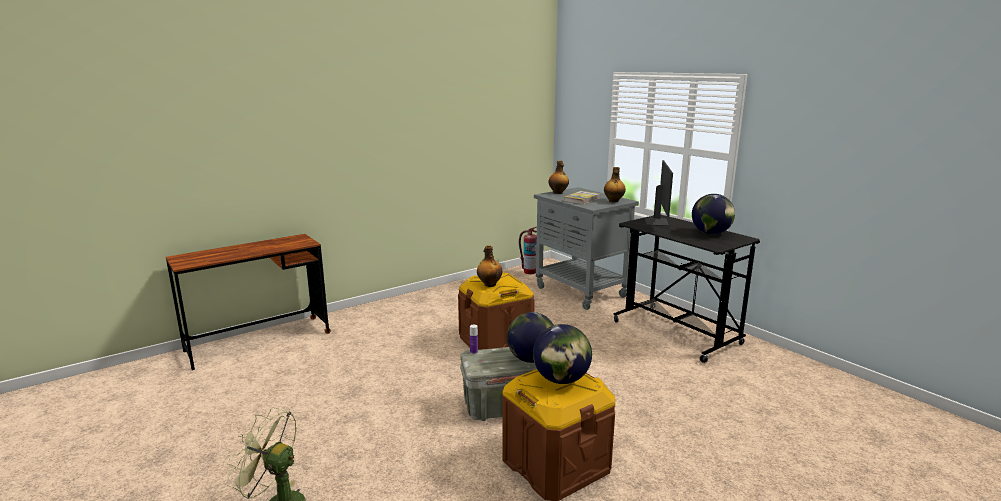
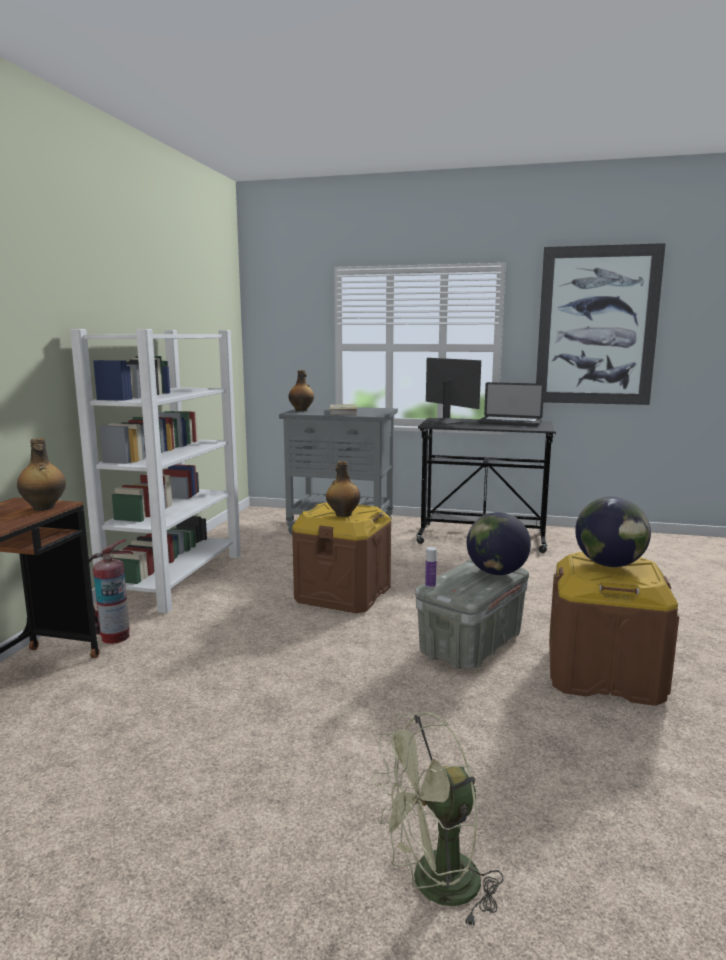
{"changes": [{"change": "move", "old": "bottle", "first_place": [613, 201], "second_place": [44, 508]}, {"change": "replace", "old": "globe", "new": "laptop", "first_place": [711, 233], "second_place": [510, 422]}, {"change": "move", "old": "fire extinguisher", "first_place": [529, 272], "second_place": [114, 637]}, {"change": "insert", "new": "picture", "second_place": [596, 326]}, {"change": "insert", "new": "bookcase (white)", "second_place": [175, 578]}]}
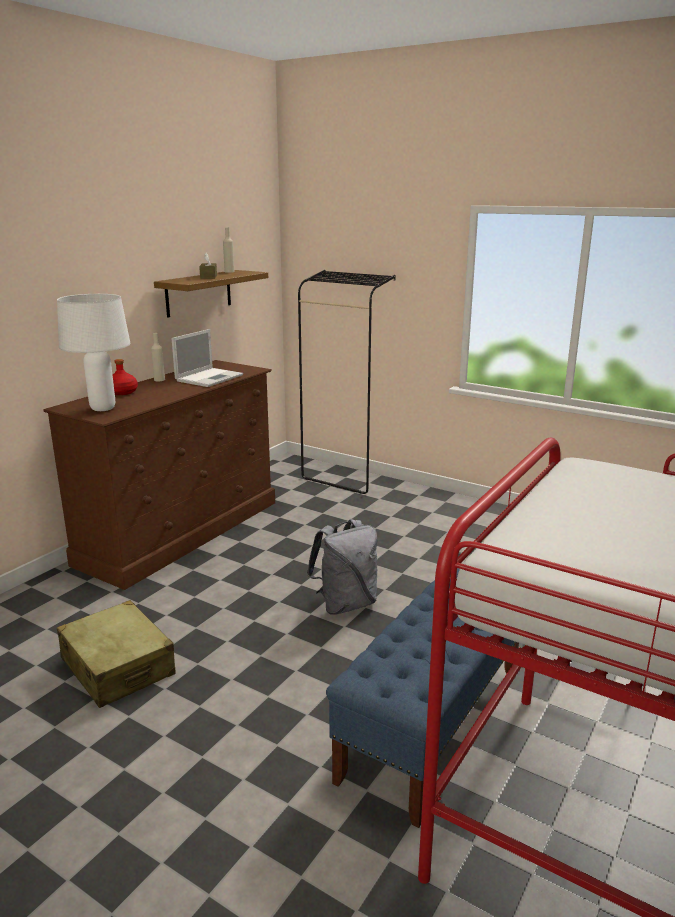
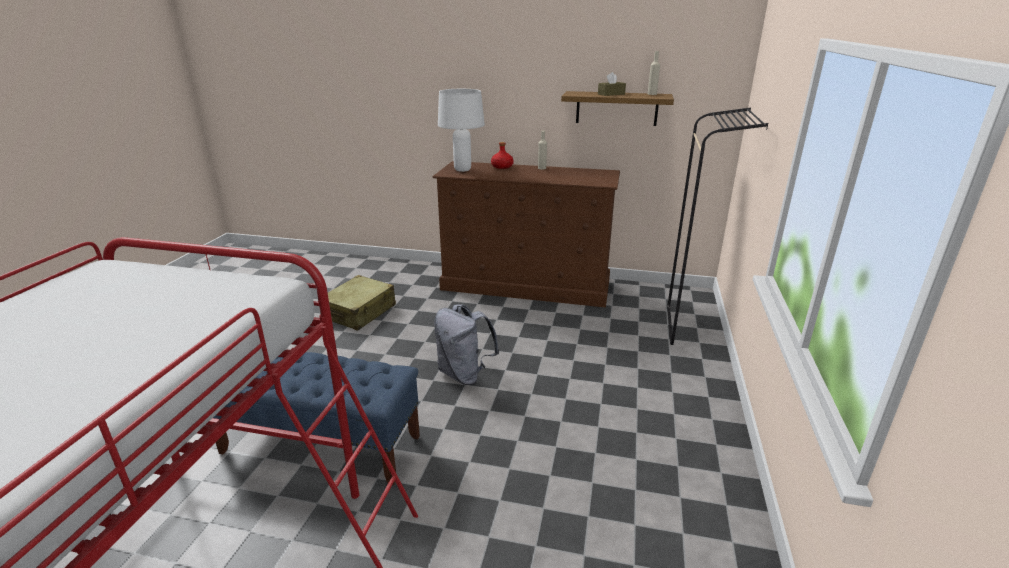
{"changes": [{"change": "delete", "old": "laptop", "first_place": [210, 377]}]}
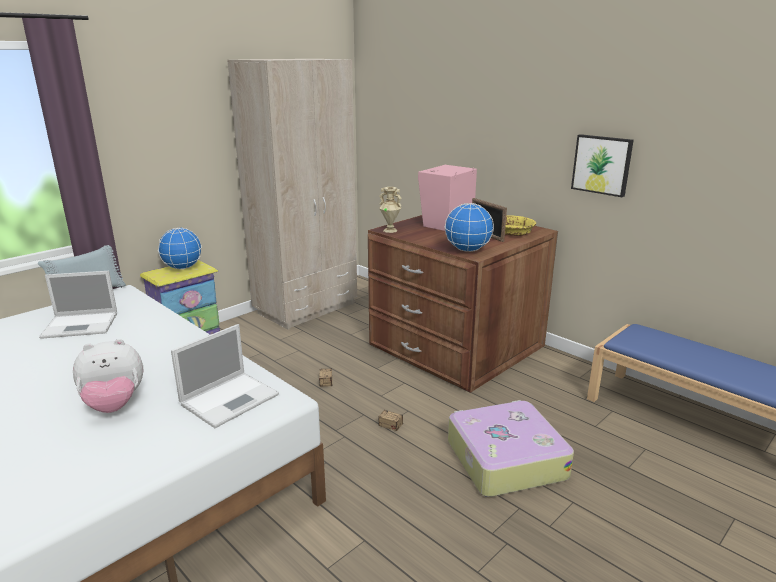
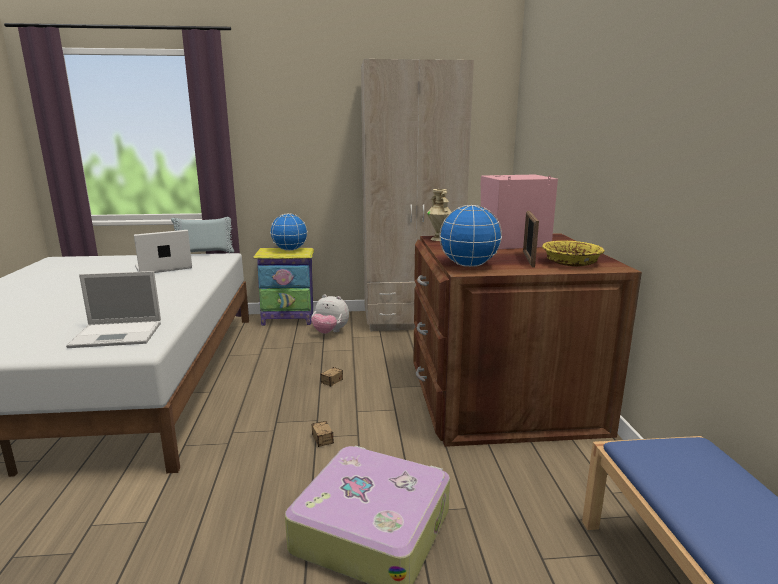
{"changes": [{"change": "delete", "old": "picture", "first_place": [602, 165]}, {"change": "rotate", "old": "laptop", "first_place": [82, 325], "second_place": [162, 267], "degrees": 120}, {"change": "move", "old": "plush toy", "first_place": [114, 405], "second_place": [330, 332]}]}
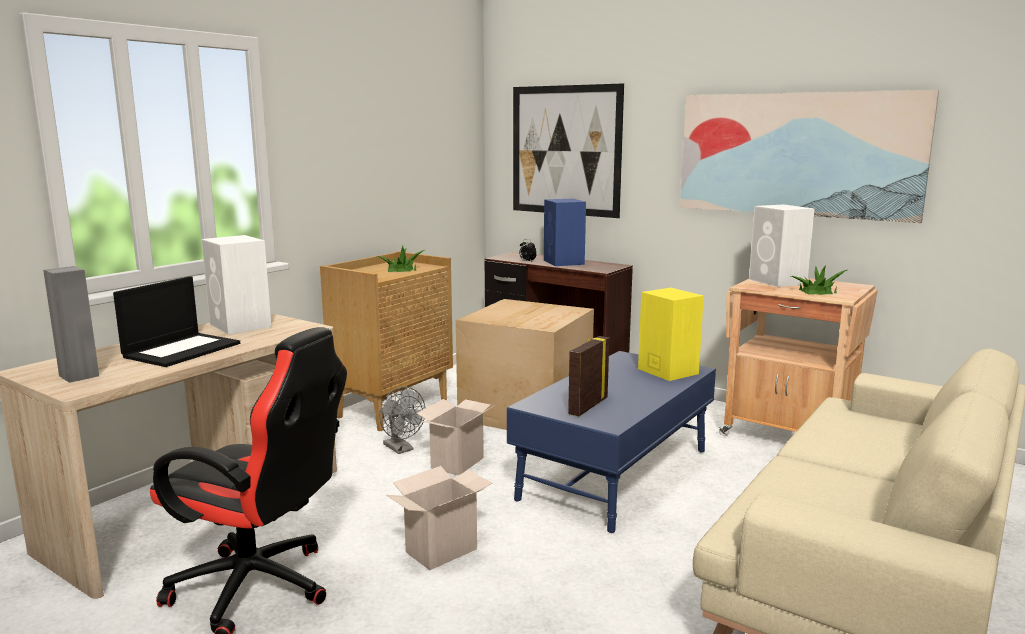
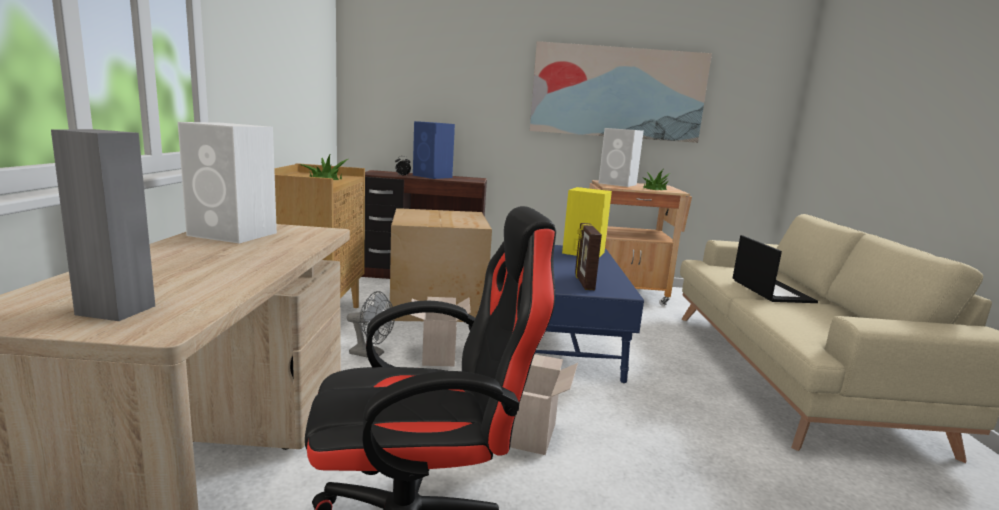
{"changes": [{"change": "delete", "old": "picture", "first_place": [565, 150]}, {"change": "move", "old": "laptop", "first_place": [182, 350], "second_place": [770, 291]}]}
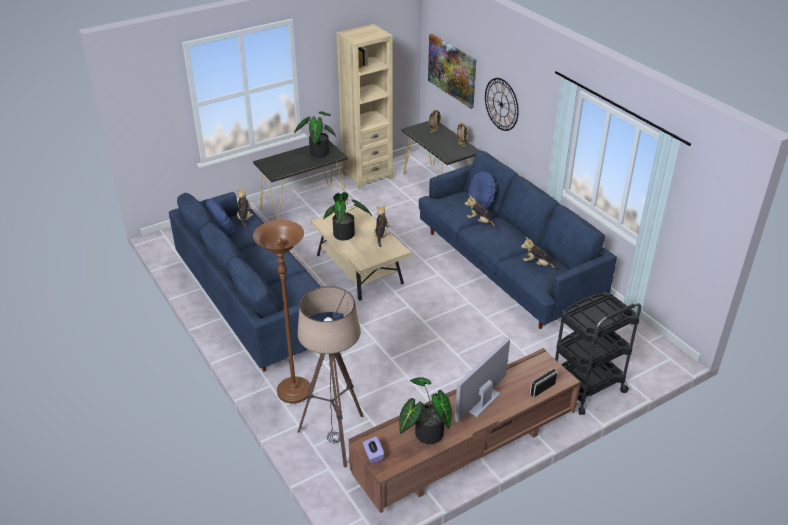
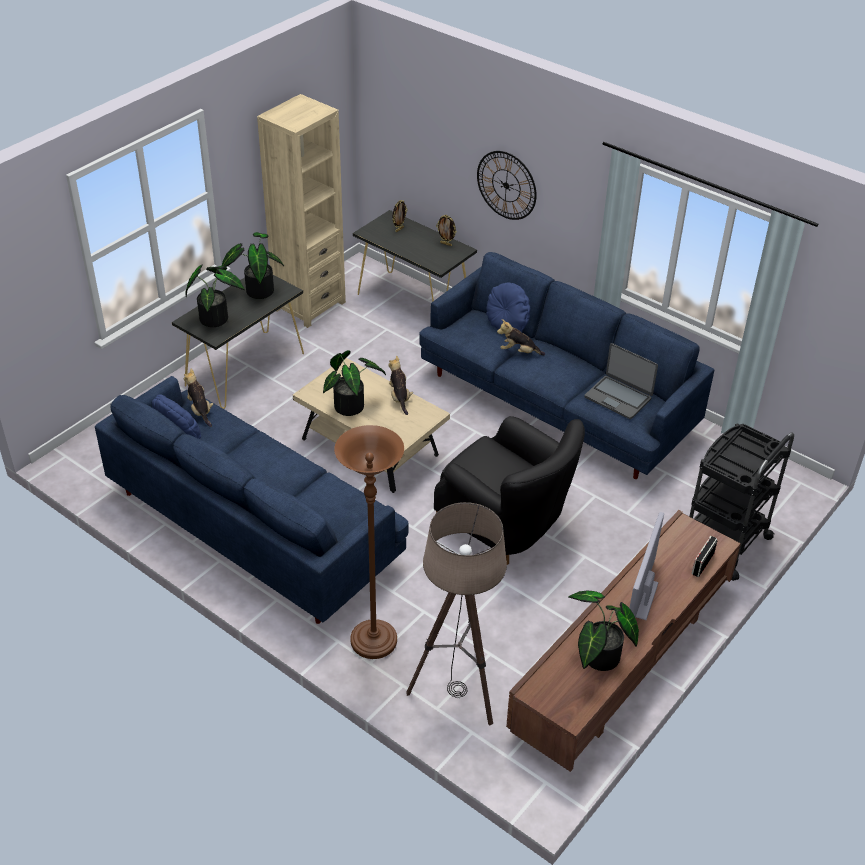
{"changes": [{"change": "delete", "old": "picture", "first_place": [452, 70]}, {"change": "replace", "old": "plush toy", "new": "laptop", "first_place": [537, 264], "second_place": [618, 397]}, {"change": "delete", "old": "tissue box (purple)", "first_place": [373, 455]}, {"change": "insert", "new": "potted plant", "second_place": [216, 317]}, {"change": "insert", "new": "armchair (black)", "second_place": [505, 524]}]}
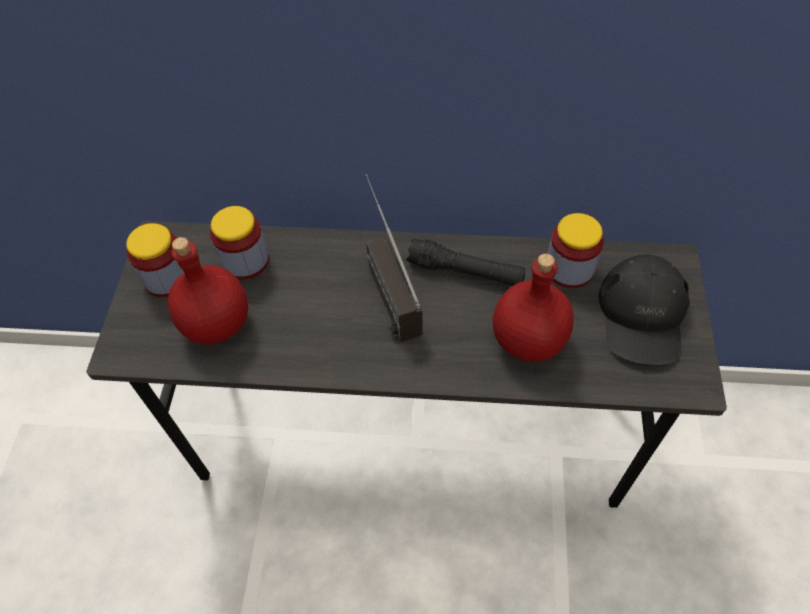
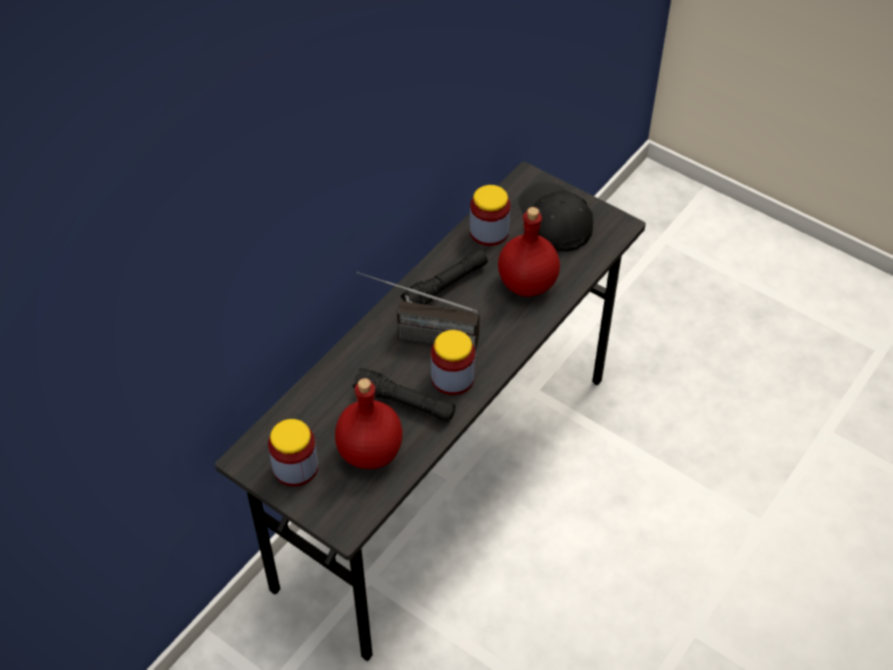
{"changes": [{"change": "move", "old": "jar", "first_place": [245, 261], "second_place": [452, 378]}, {"change": "rotate", "old": "cap (black)", "first_place": [642, 315], "second_place": [554, 218], "degrees": -150}, {"change": "insert", "new": "flashlight (black)", "second_place": [405, 402]}]}
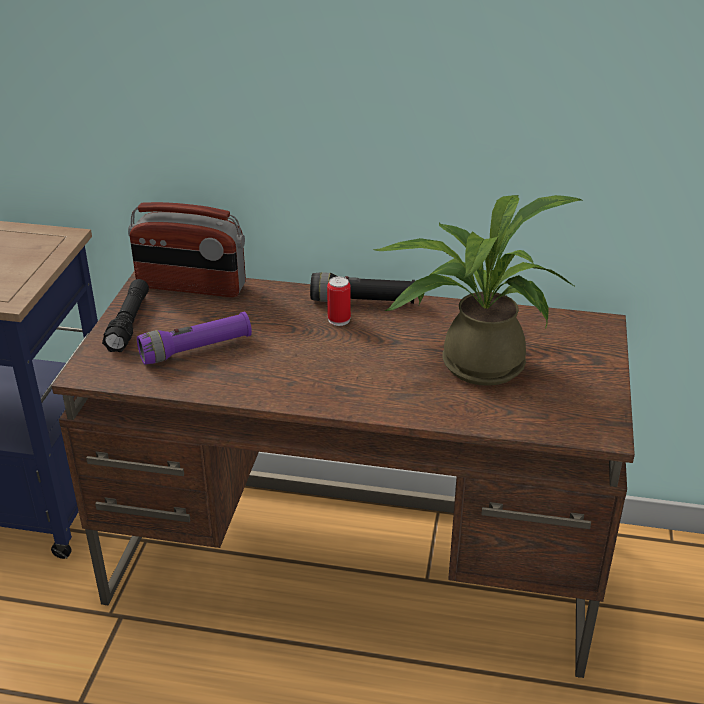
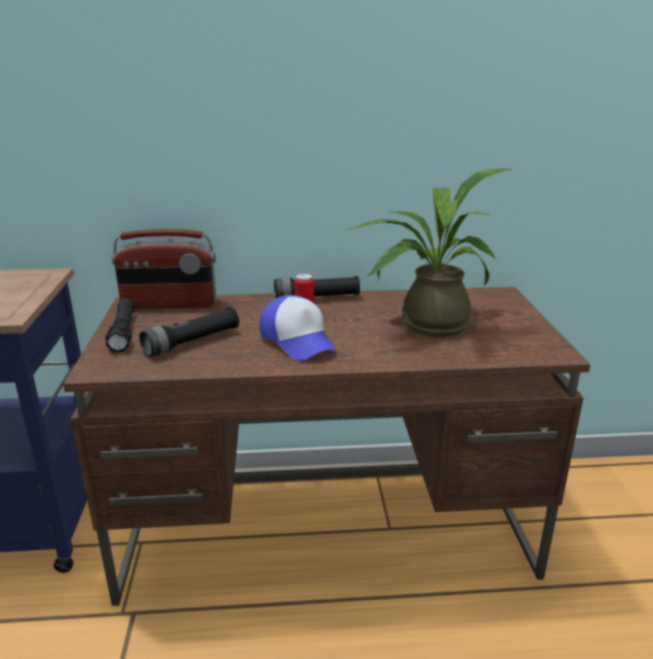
{"changes": [{"change": "recolor", "old": "flashlight (purple)", "new": "flashlight (black)", "first_place": [196, 349], "second_place": [192, 342]}, {"change": "insert", "new": "cap", "second_place": [298, 340]}]}
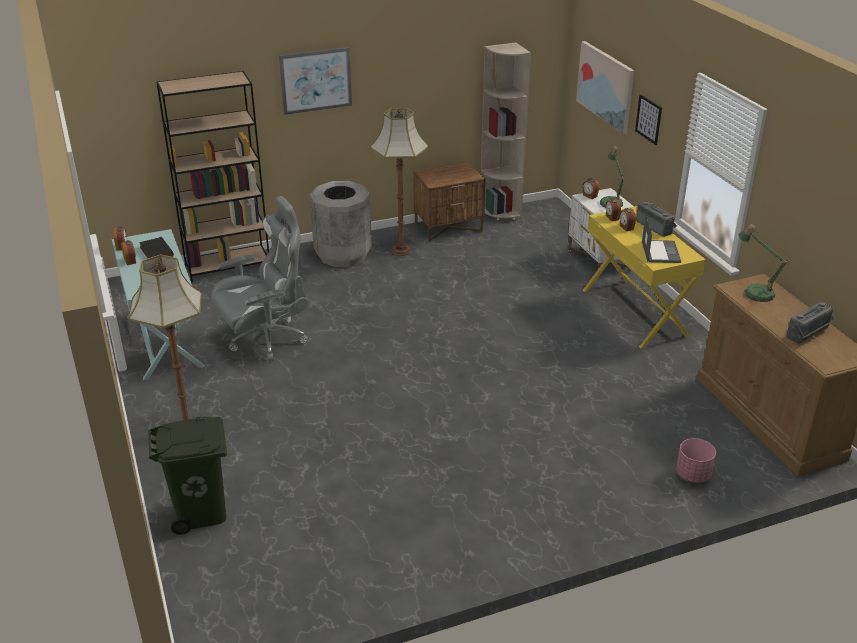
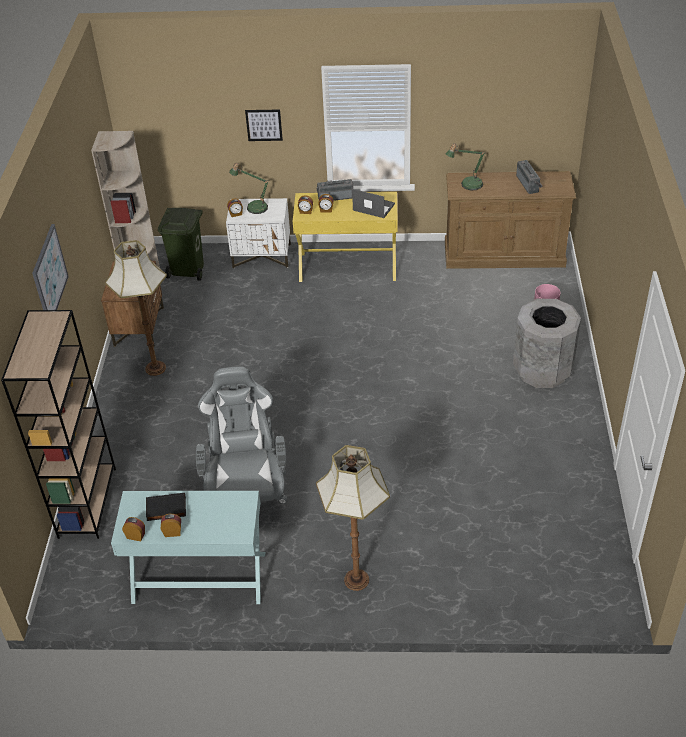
{"changes": [{"change": "delete", "old": "picture", "first_place": [606, 86]}, {"change": "move", "old": "trash can (grey)", "first_place": [343, 255], "second_place": [542, 371]}, {"change": "move", "old": "trash can (green)", "first_place": [201, 512], "second_place": [188, 270]}]}
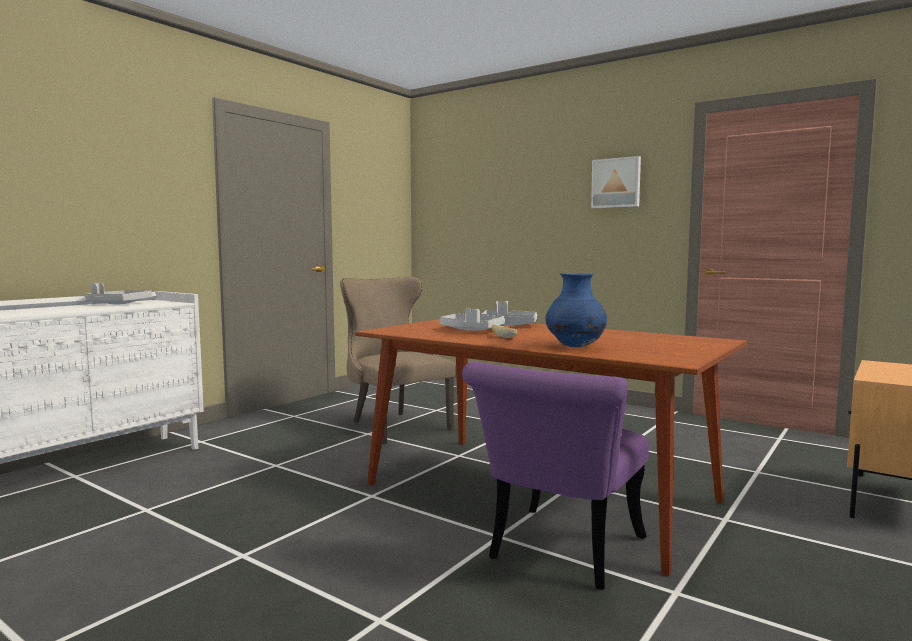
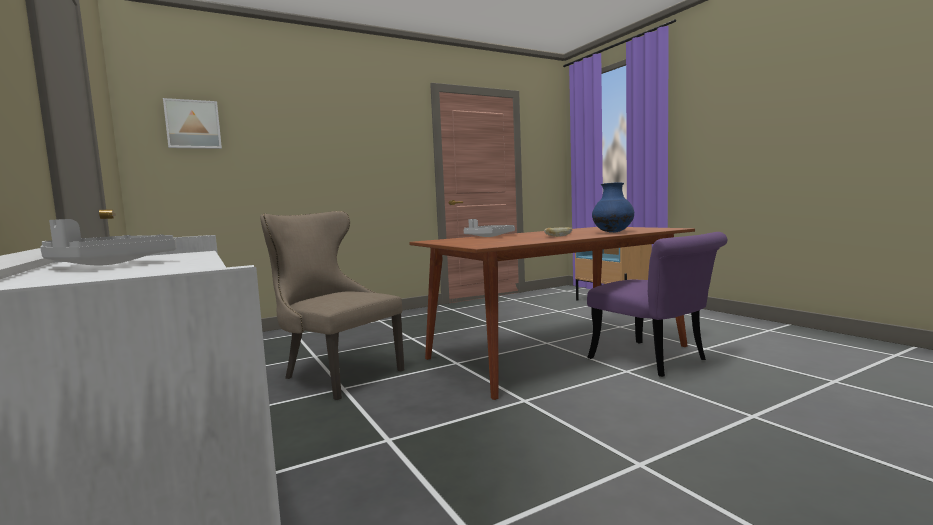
{"changes": [{"change": "move", "old": "picture", "first_place": [616, 183], "second_place": [193, 124]}, {"change": "rotate", "old": "chair (beige)", "first_place": [395, 426], "second_place": [337, 375], "degrees": 45}, {"change": "delete", "old": "tray (grey)", "first_place": [471, 330]}]}
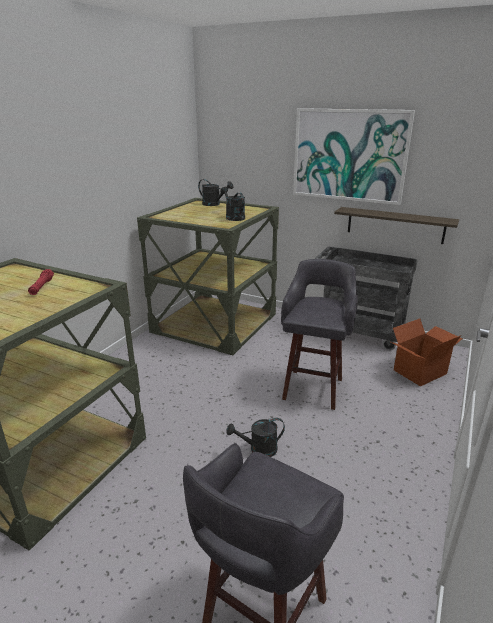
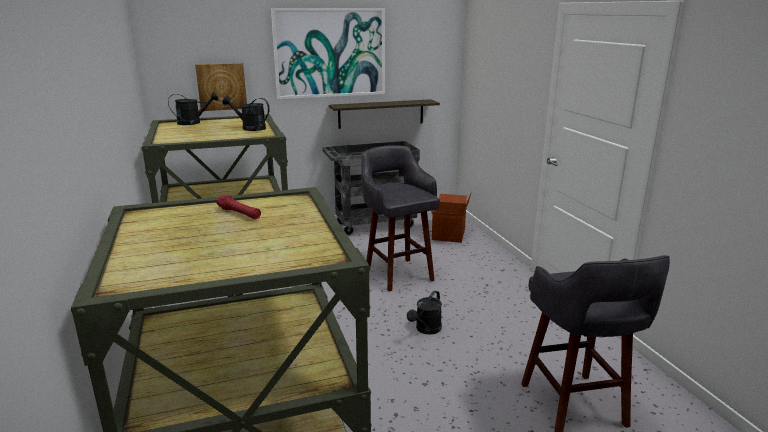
{"changes": [{"change": "insert", "new": "picture", "second_place": [221, 86]}]}
